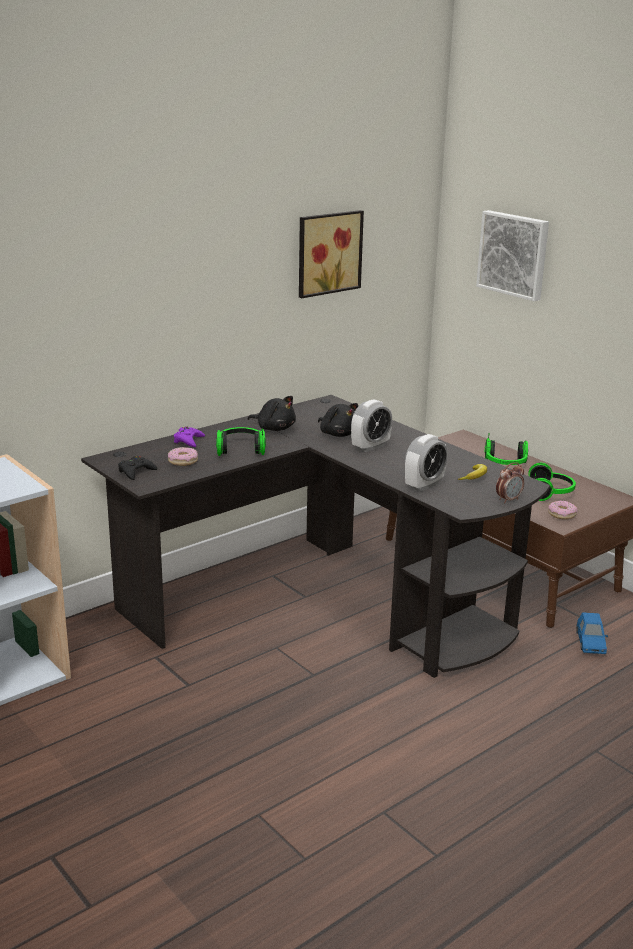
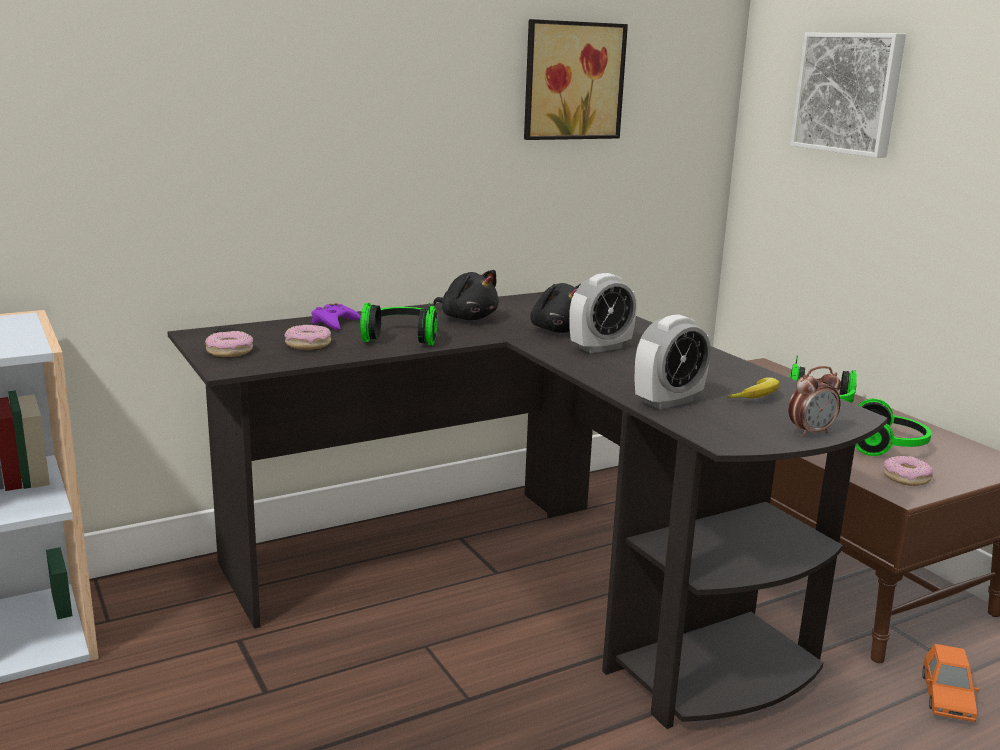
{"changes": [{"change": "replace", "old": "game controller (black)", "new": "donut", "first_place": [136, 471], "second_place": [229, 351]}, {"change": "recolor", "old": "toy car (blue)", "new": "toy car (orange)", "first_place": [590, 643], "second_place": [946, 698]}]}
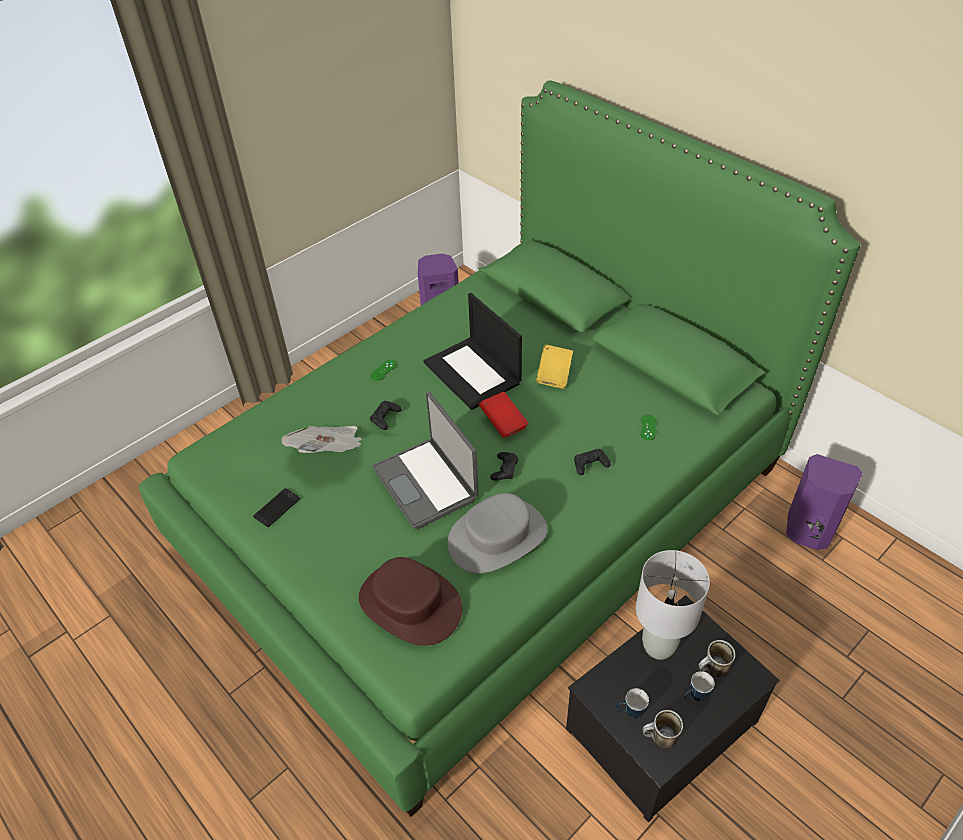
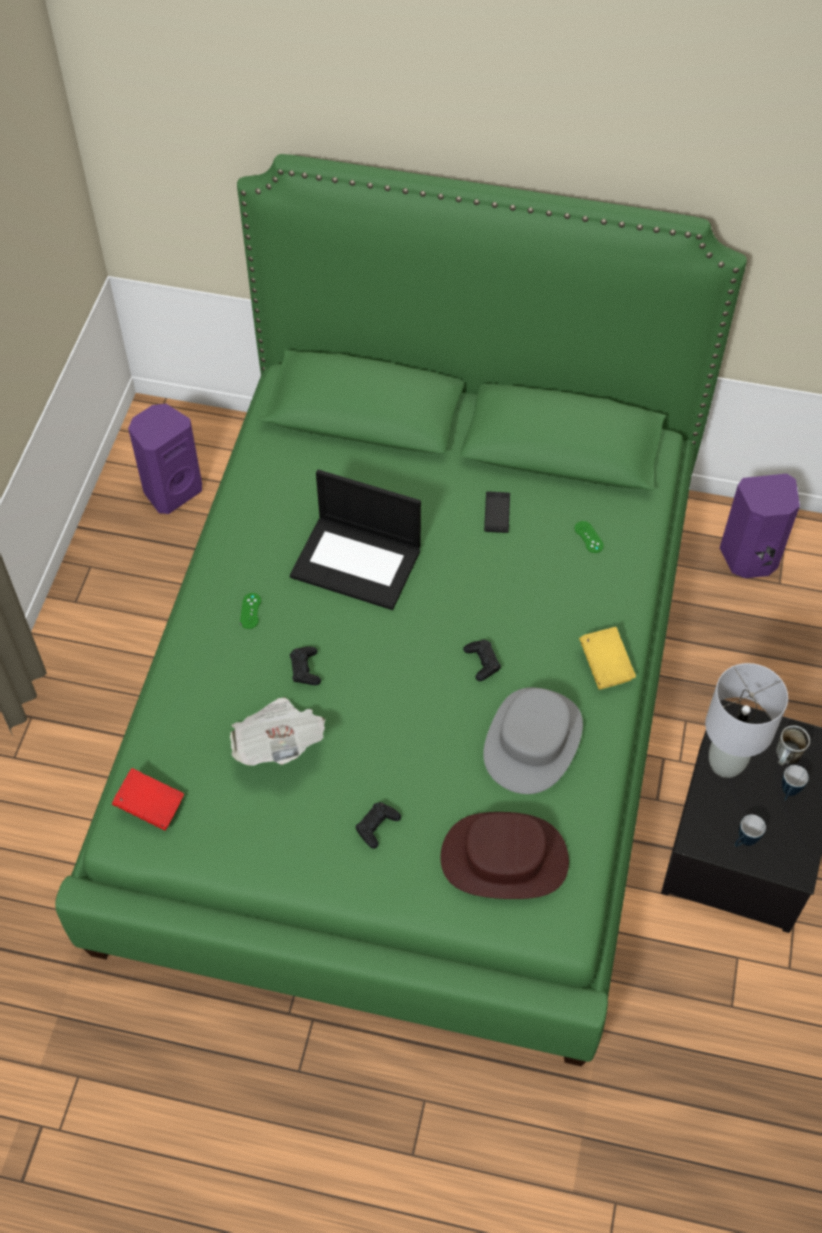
{"changes": [{"change": "move", "old": "book (yellow)", "first_place": [554, 375], "second_place": [605, 666]}, {"change": "delete", "old": "laptop", "first_place": [427, 483]}, {"change": "move", "old": "book (red)", "first_place": [503, 423], "second_place": [150, 807]}, {"change": "move", "old": "game controller (black)", "first_place": [590, 464], "second_place": [377, 826]}, {"change": "move", "old": "phone", "first_place": [277, 508], "second_place": [497, 512]}, {"change": "delete", "old": "mug", "first_place": [659, 739]}]}
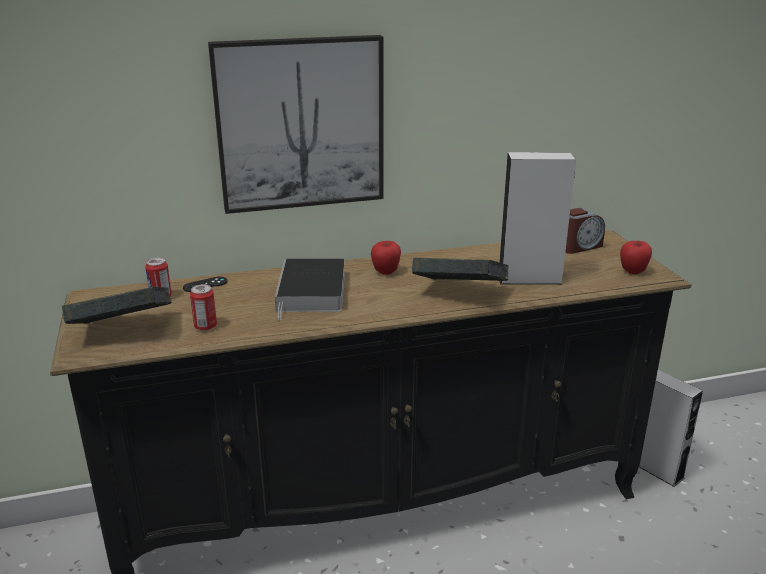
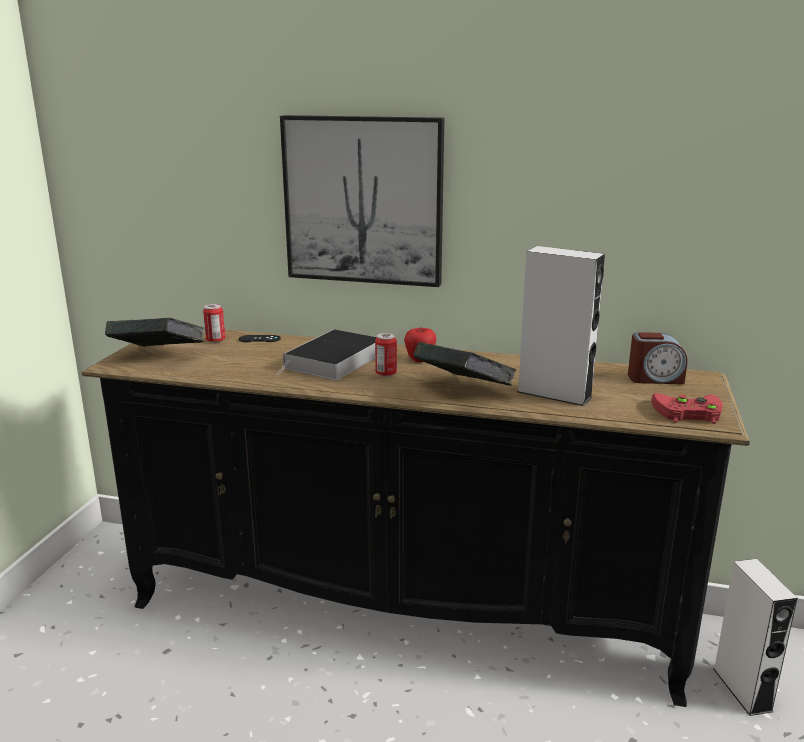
{"changes": [{"change": "replace", "old": "apple", "new": "game controller (red)", "first_place": [633, 271], "second_place": [685, 412]}, {"change": "move", "old": "can", "first_place": [205, 327], "second_place": [386, 374]}]}
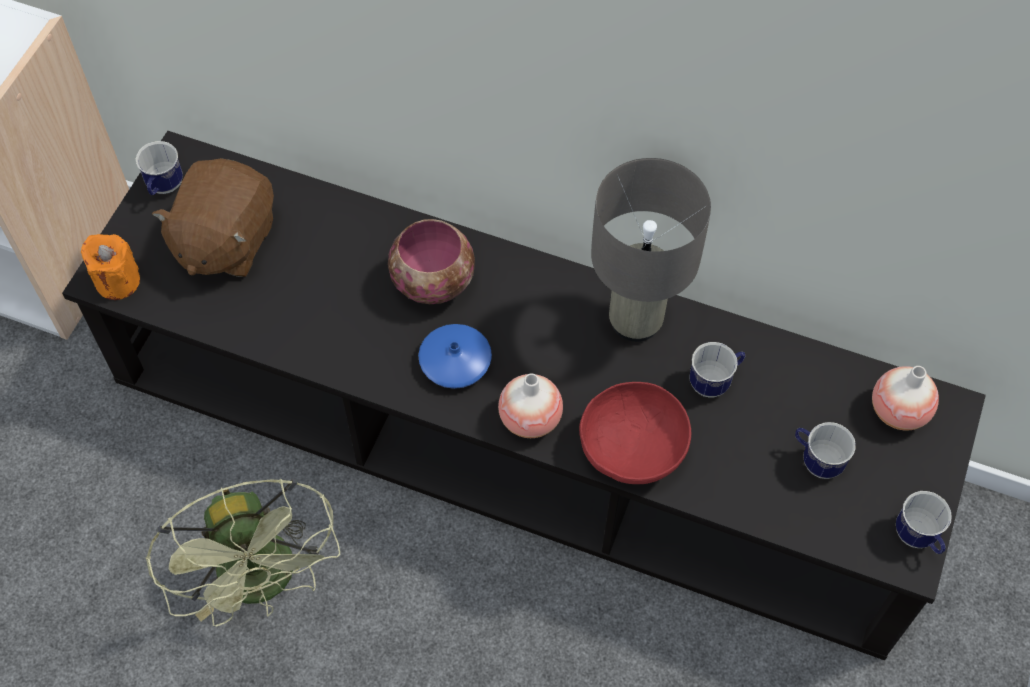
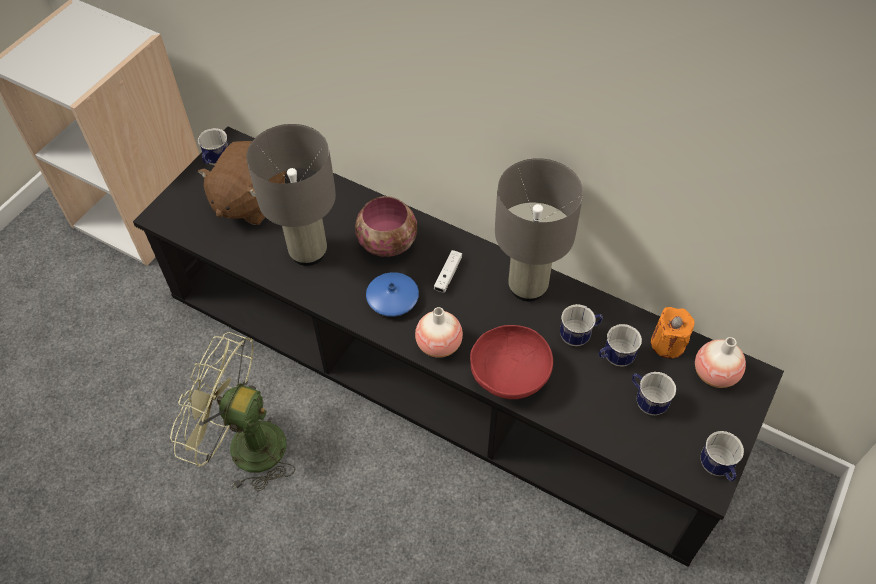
{"changes": [{"change": "move", "old": "candle (orange)", "first_place": [117, 281], "second_place": [667, 344]}, {"change": "rotate", "old": "fan (green)", "first_place": [264, 583], "second_place": [244, 446], "degrees": 120}, {"change": "insert", "new": "table lamp (grey)", "second_place": [308, 251]}, {"change": "insert", "new": "game controller (white)", "second_place": [448, 275]}, {"change": "insert", "new": "mug", "second_place": [614, 358]}]}
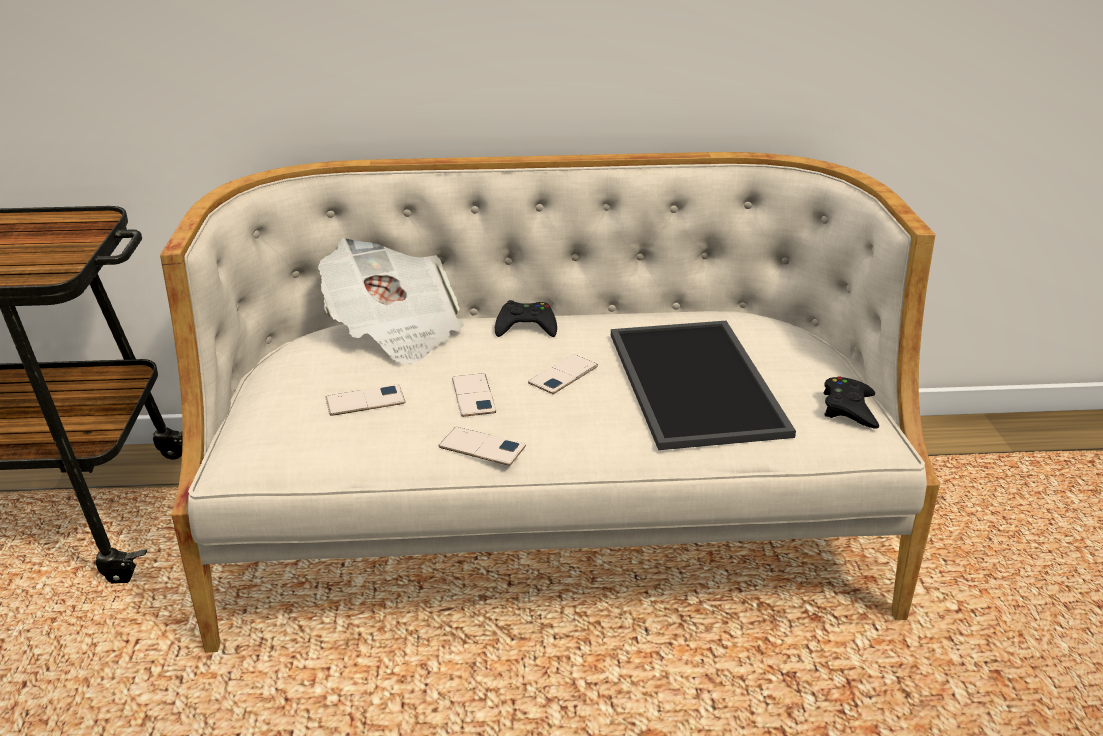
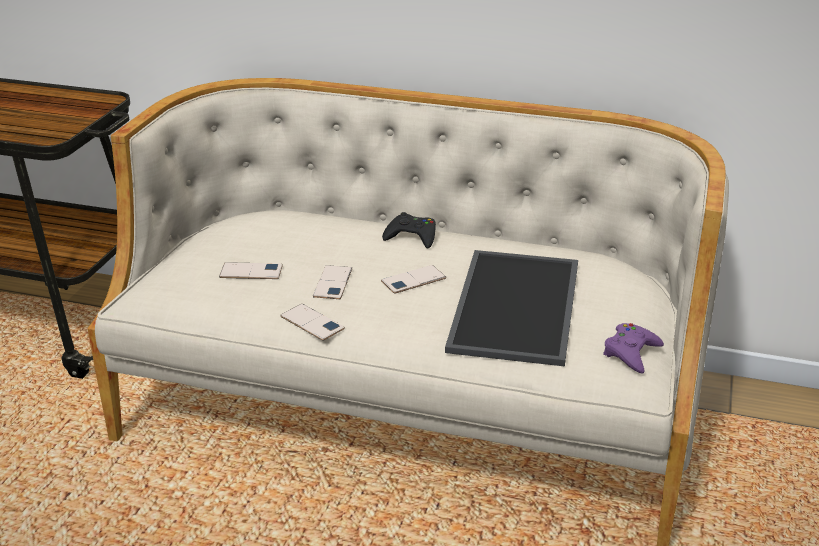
{"changes": [{"change": "delete", "old": "newspaper", "first_place": [394, 330]}, {"change": "recolor", "old": "game controller (black)", "new": "game controller (purple)", "first_place": [849, 409], "second_place": [631, 353]}]}
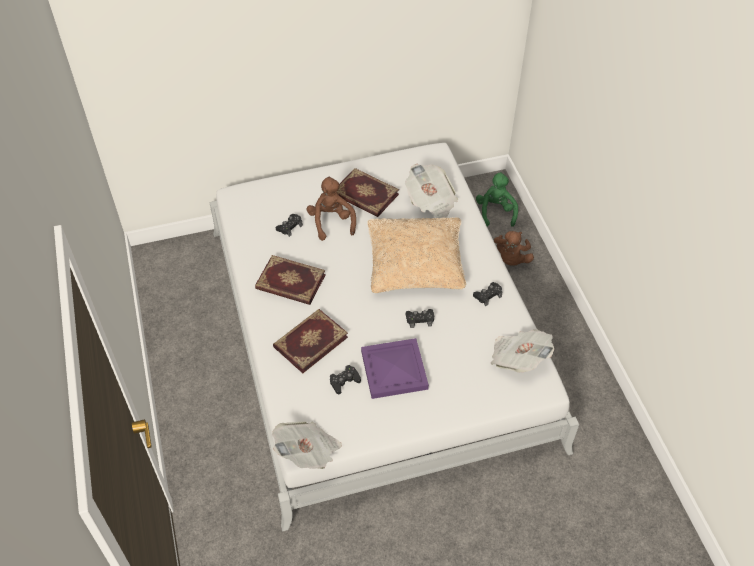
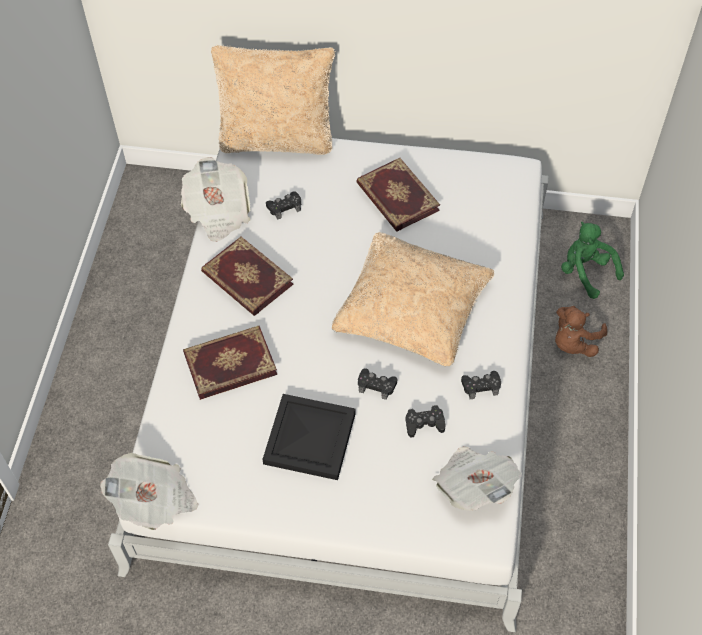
{"changes": [{"change": "move", "old": "newspaper", "first_place": [431, 202], "second_place": [218, 212]}, {"change": "rotate", "old": "plush toy (green)", "first_place": [495, 212], "second_place": [586, 272], "degrees": -60}, {"change": "delete", "old": "plush toy (brown)", "first_place": [331, 222]}, {"change": "recolor", "old": "tray (purple)", "new": "tray (black)", "first_place": [393, 371], "second_place": [308, 439]}, {"change": "move", "old": "game controller (black)", "first_place": [344, 381], "second_place": [424, 423]}, {"change": "insert", "new": "pillow (beige)", "second_place": [278, 142]}]}
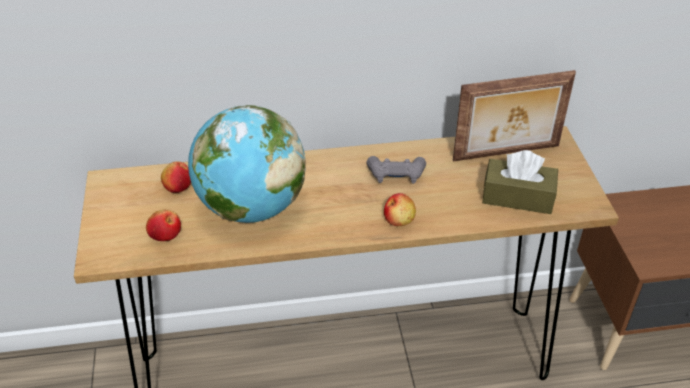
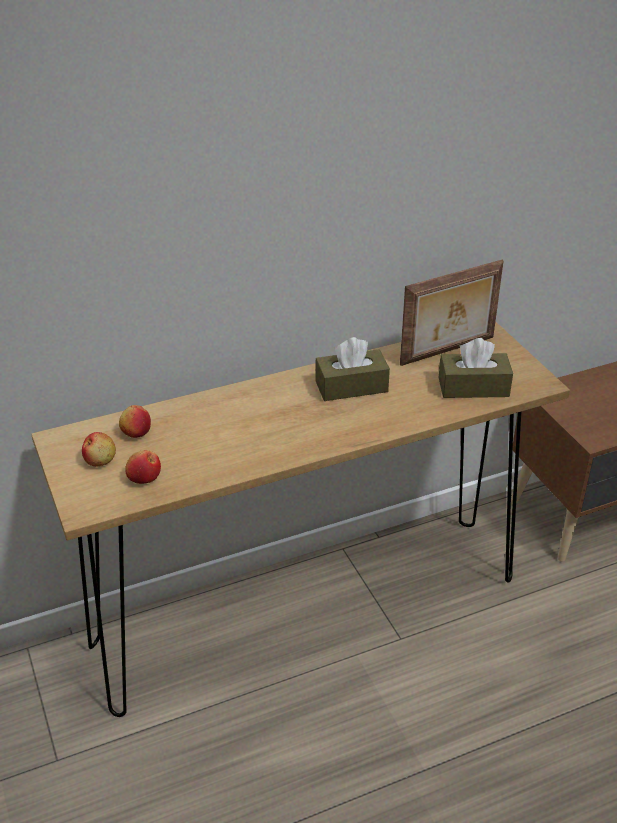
{"changes": [{"change": "delete", "old": "globe", "first_place": [251, 207]}, {"change": "replace", "old": "game controller (grey)", "new": "tissue box (brown)", "first_place": [396, 175], "second_place": [351, 386]}, {"change": "move", "old": "apple", "first_place": [399, 220], "second_place": [100, 460]}]}
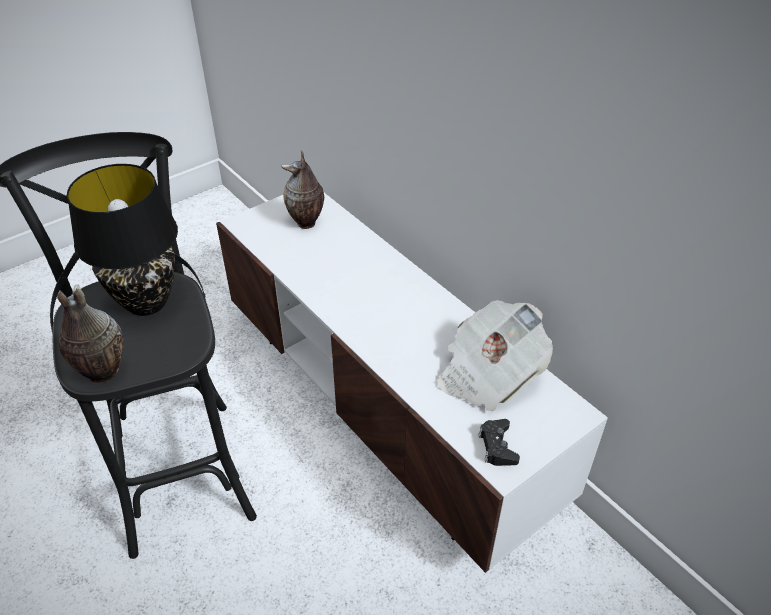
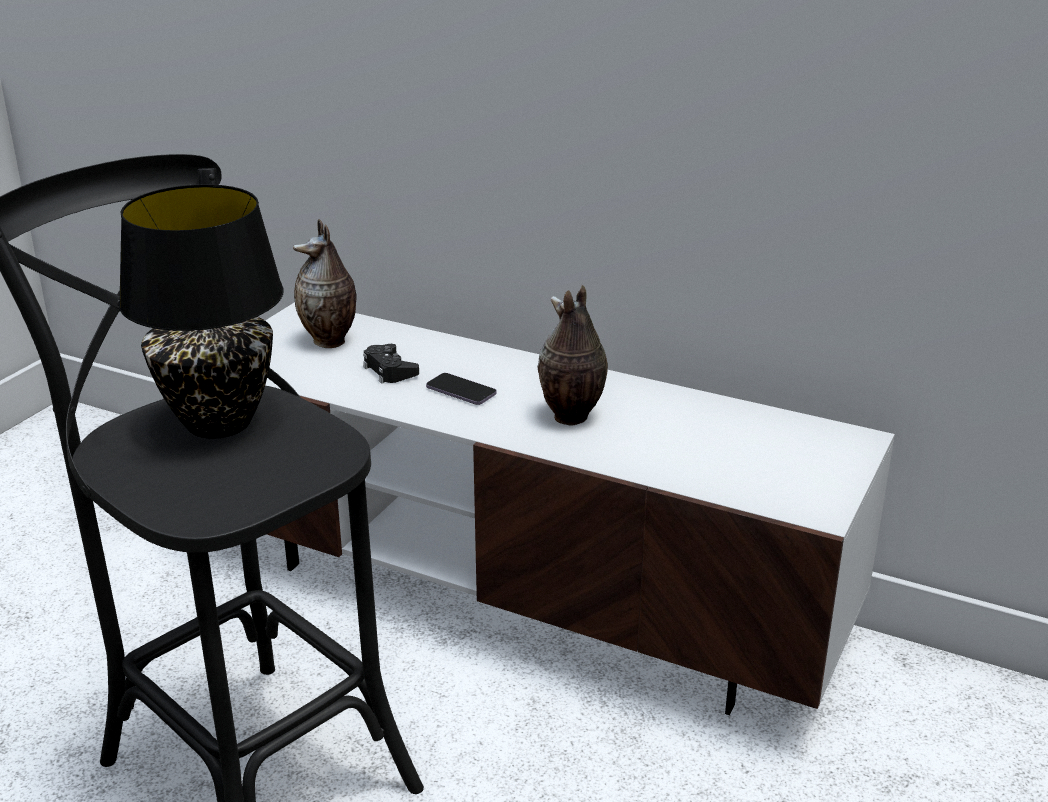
{"changes": [{"change": "move", "old": "vase", "first_place": [101, 373], "second_place": [570, 417]}, {"change": "delete", "old": "newspaper", "first_place": [488, 374]}, {"change": "move", "old": "game controller (black)", "first_place": [497, 446], "second_place": [389, 370]}, {"change": "insert", "new": "phone", "second_place": [461, 391]}]}
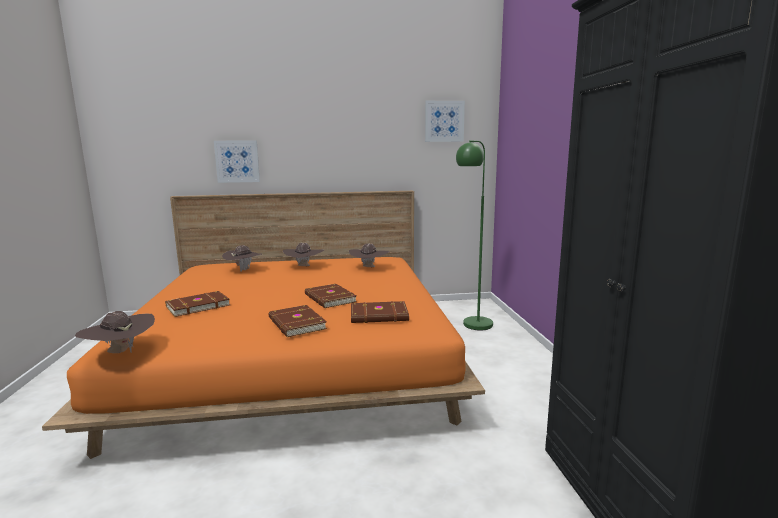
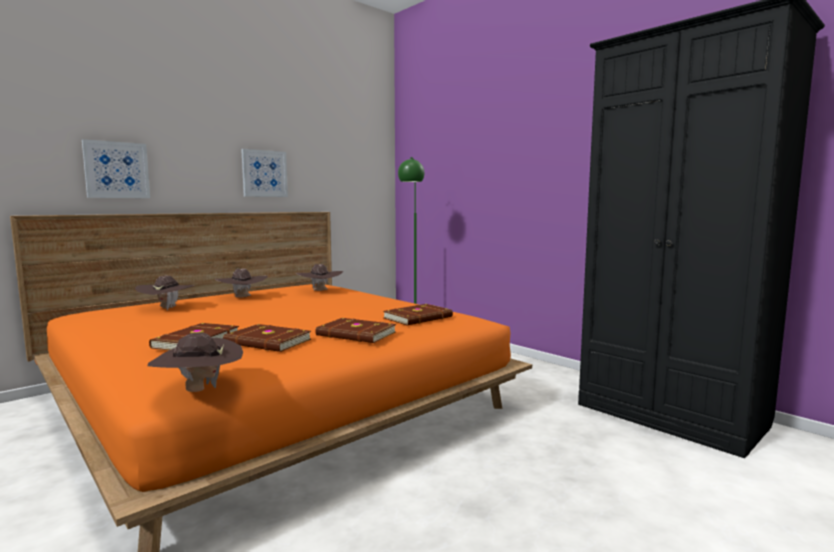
{"changes": [{"change": "move", "old": "picture", "first_place": [444, 121], "second_place": [264, 173]}, {"change": "move", "old": "book (brown)", "first_place": [329, 298], "second_place": [267, 342]}]}
